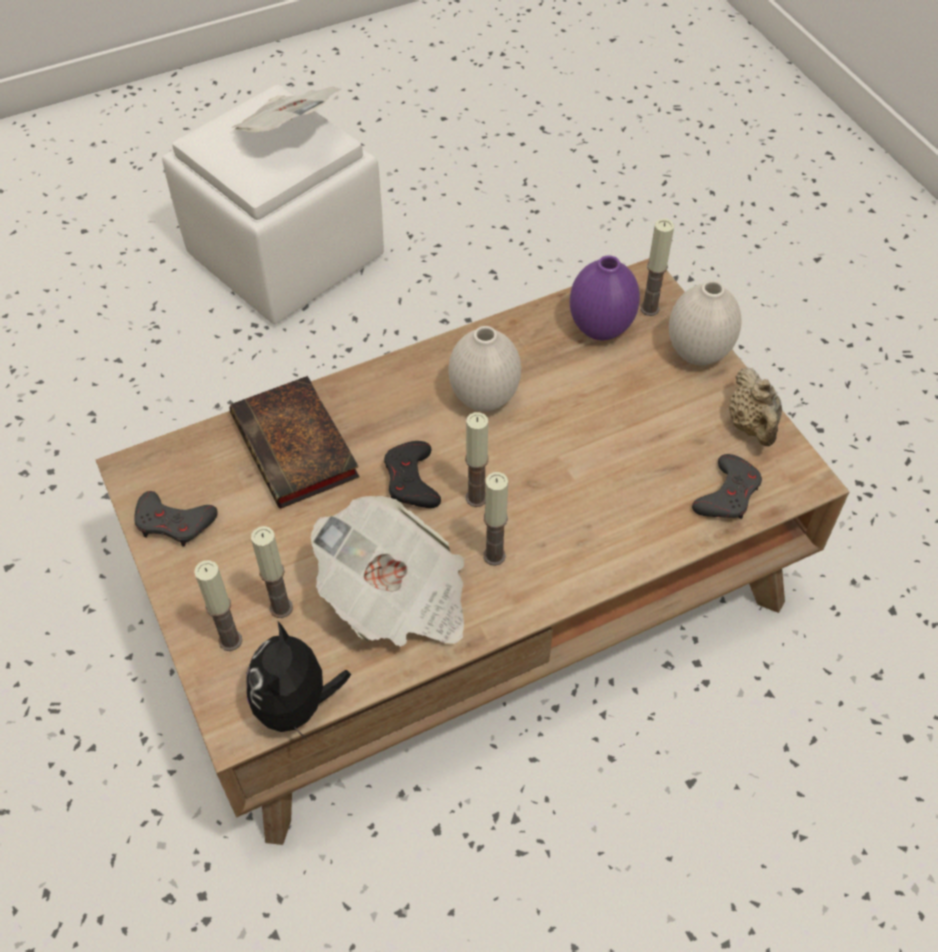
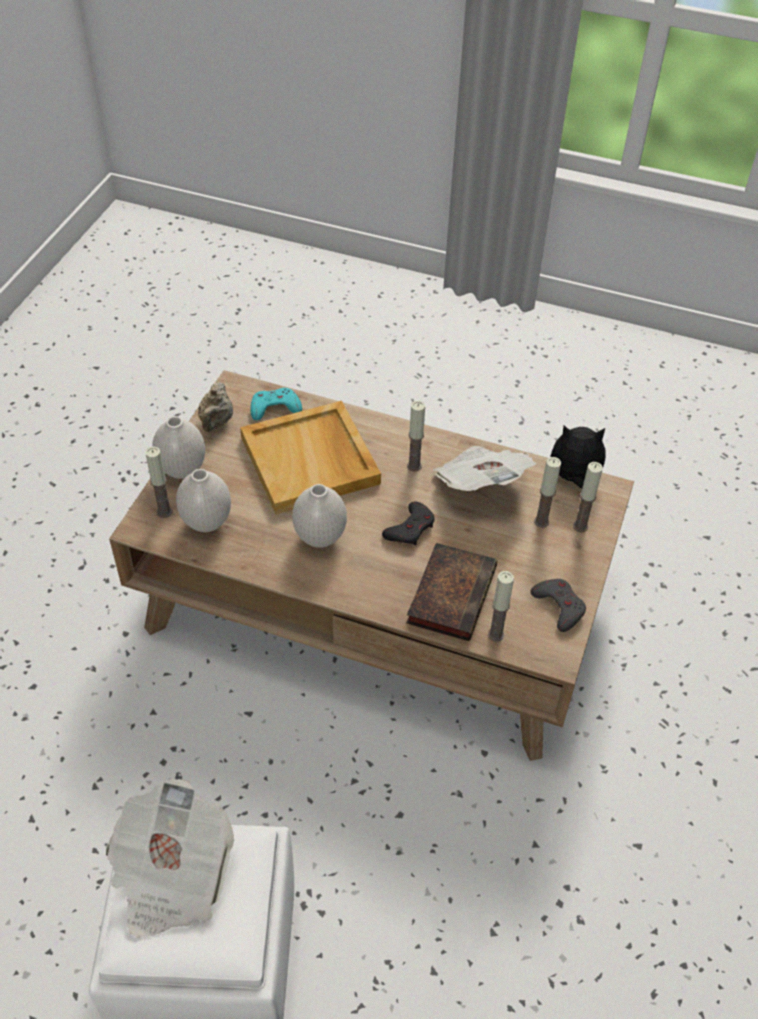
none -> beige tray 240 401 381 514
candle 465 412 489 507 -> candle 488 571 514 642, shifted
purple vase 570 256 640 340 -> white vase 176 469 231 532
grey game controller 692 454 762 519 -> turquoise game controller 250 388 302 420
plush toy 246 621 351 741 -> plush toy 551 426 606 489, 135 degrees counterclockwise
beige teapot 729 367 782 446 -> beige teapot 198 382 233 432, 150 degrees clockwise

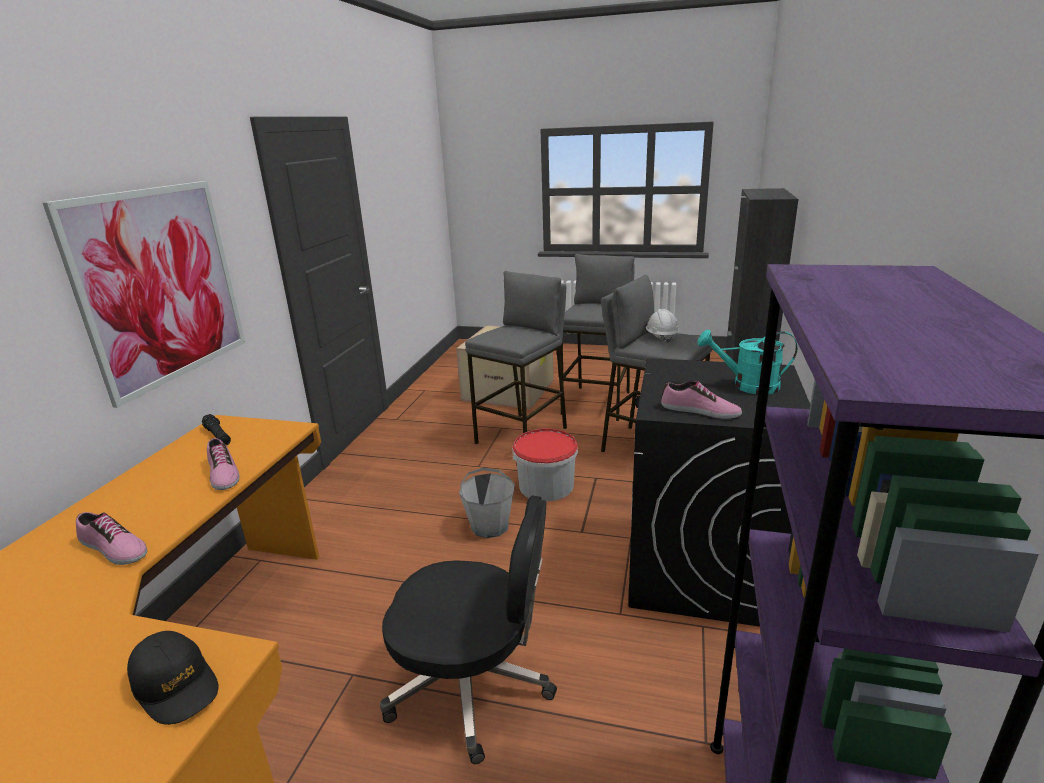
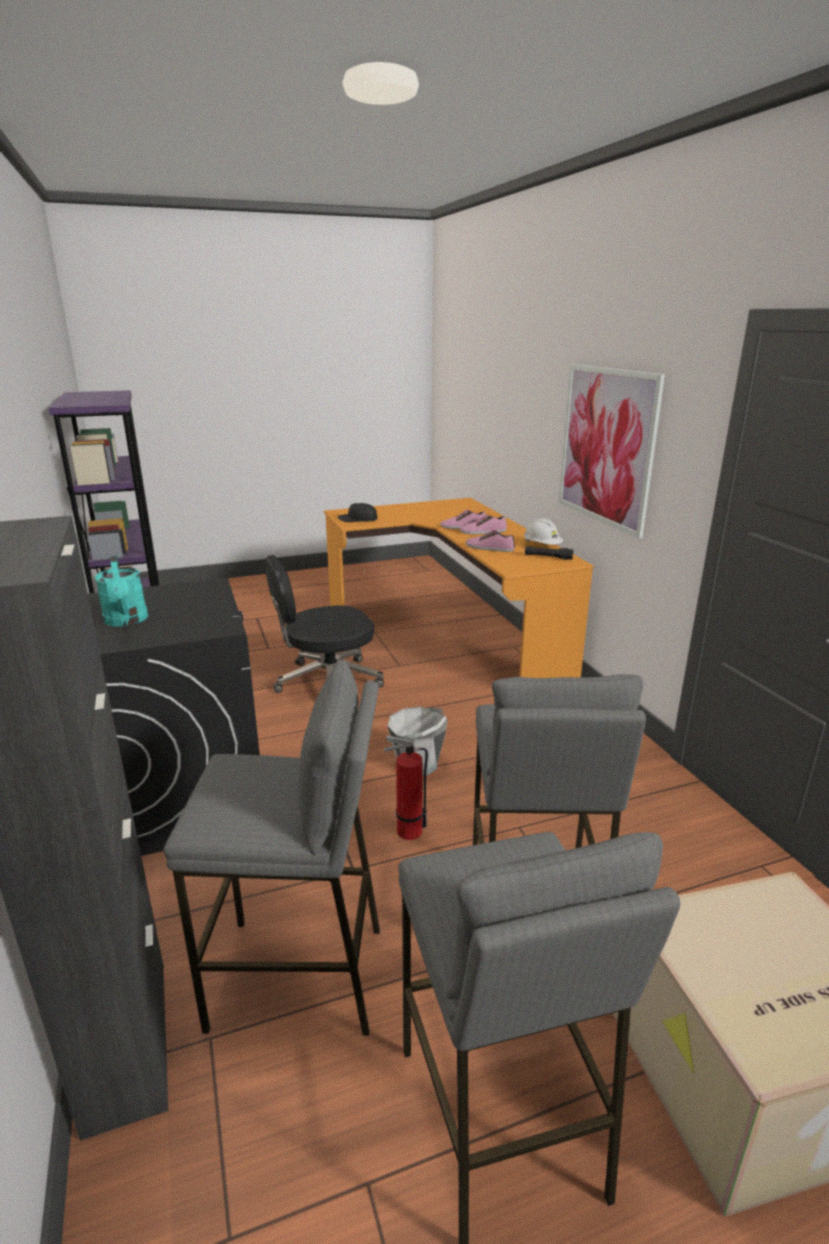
white hard hat 646 309 679 343 -> white hard hat 524 518 563 545, shifted
shoe 661 381 742 419 -> shoe 460 514 507 534, shifted
bucket 513 429 578 501 -> fire extinguisher 383 735 428 840
turquoise watering can 697 329 798 394 -> turquoise watering can 95 555 148 627, 90 degrees clockwise

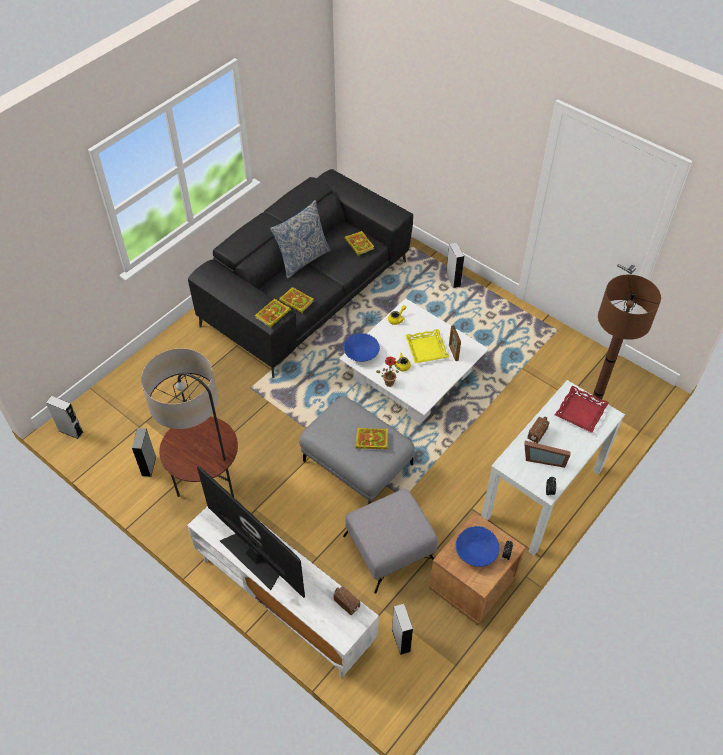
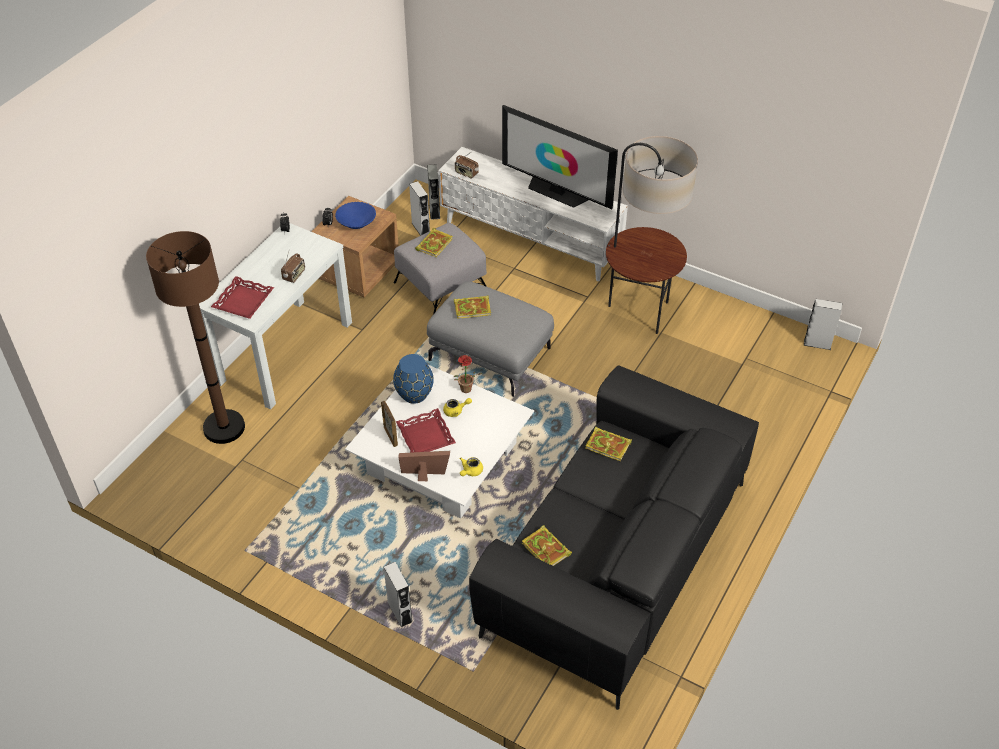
pillow 270 200 331 279 -> none
blue bowl 344 333 380 362 -> none
none -> blue vase 393 354 434 404
grey speaker 132 428 156 477 -> grey speaker 427 164 440 220, shifted
book 255 299 291 328 -> book 415 228 453 257, shifted
picture frame 524 441 571 468 -> picture frame 398 451 450 481, shifted
yellow tray 405 329 449 364 -> red tray 396 408 456 453

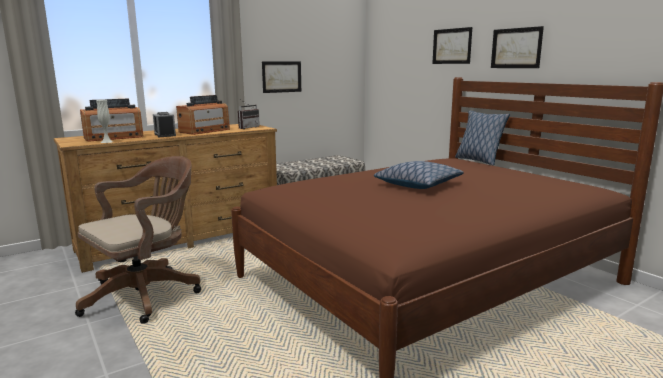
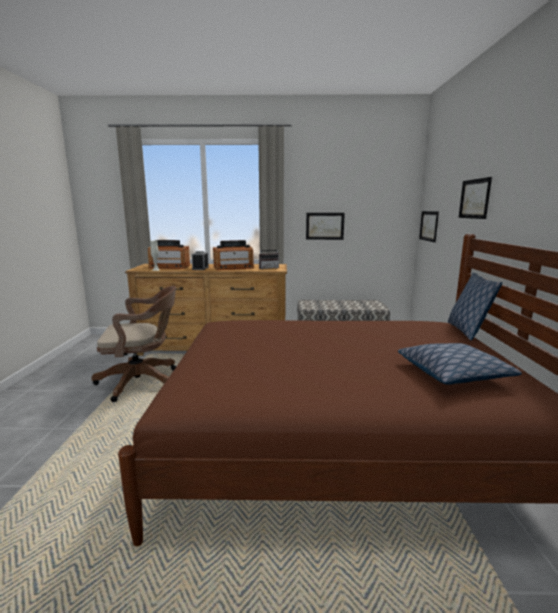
pillow 374 161 464 189 -> pillow 398 343 522 385, shifted
picture 491 26 544 68 -> picture 419 211 439 242, shifted

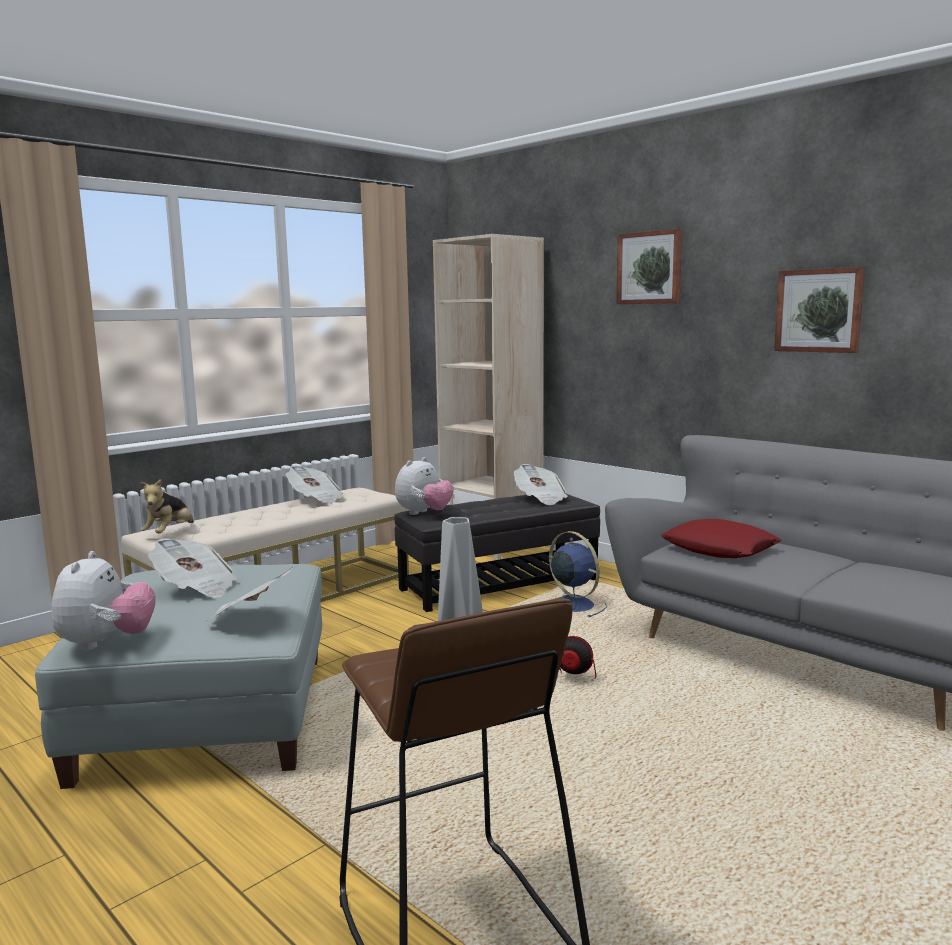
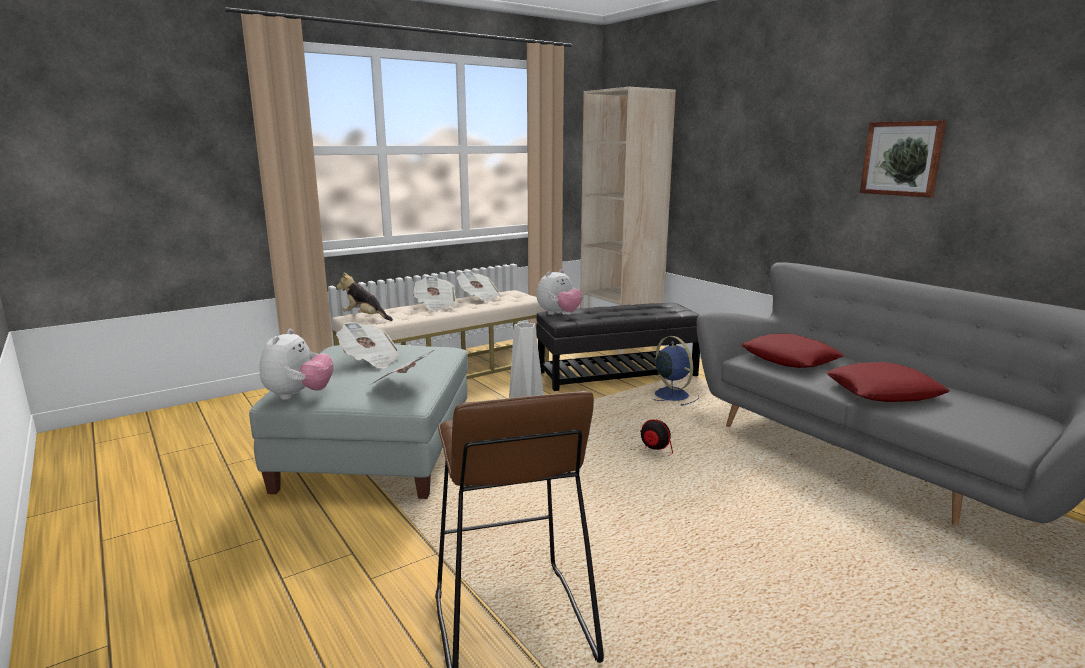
picture 616 228 682 304 -> none
none -> red pillow 826 362 950 402
newspaper 513 464 568 505 -> newspaper 413 276 456 311, shifted
plush toy 140 479 194 533 -> plush toy 336 272 393 321, 90 degrees clockwise

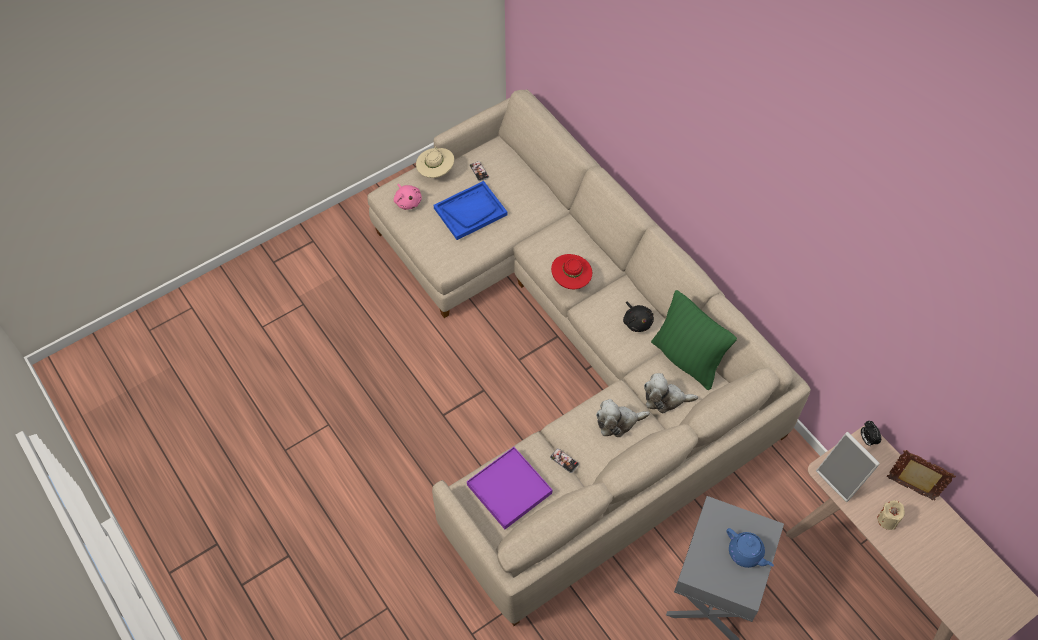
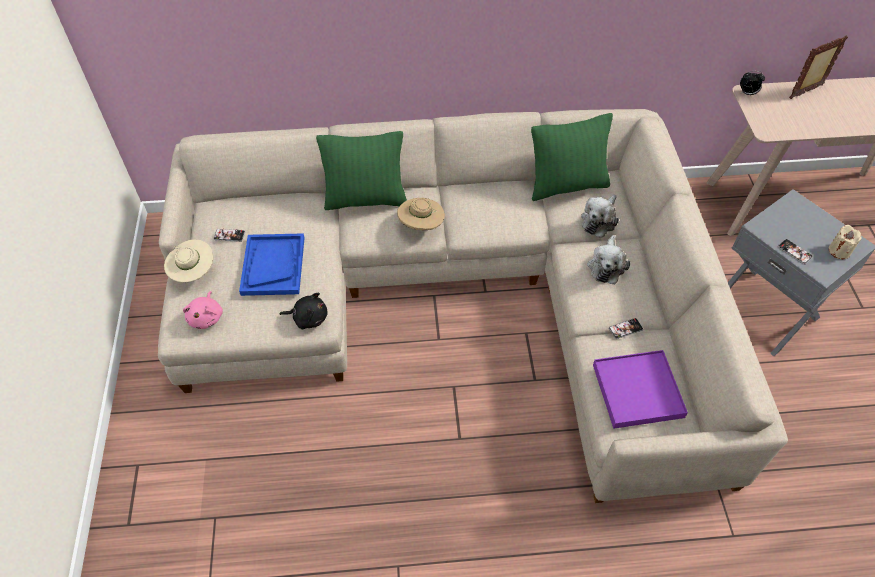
blue teapot 727 528 774 568 -> none
picture frame 816 432 880 502 -> none
none -> green pillow 316 131 407 210
none -> phone 778 239 813 264
black plush toy 623 301 654 332 -> black plush toy 280 293 328 329, shifted
beige candle 877 500 905 530 -> beige candle 829 225 862 260, shifted
red hat 551 254 592 289 -> beige hat 397 198 445 230
pink plush toy 394 184 422 210 -> pink plush toy 183 291 223 329, 90 degrees clockwise

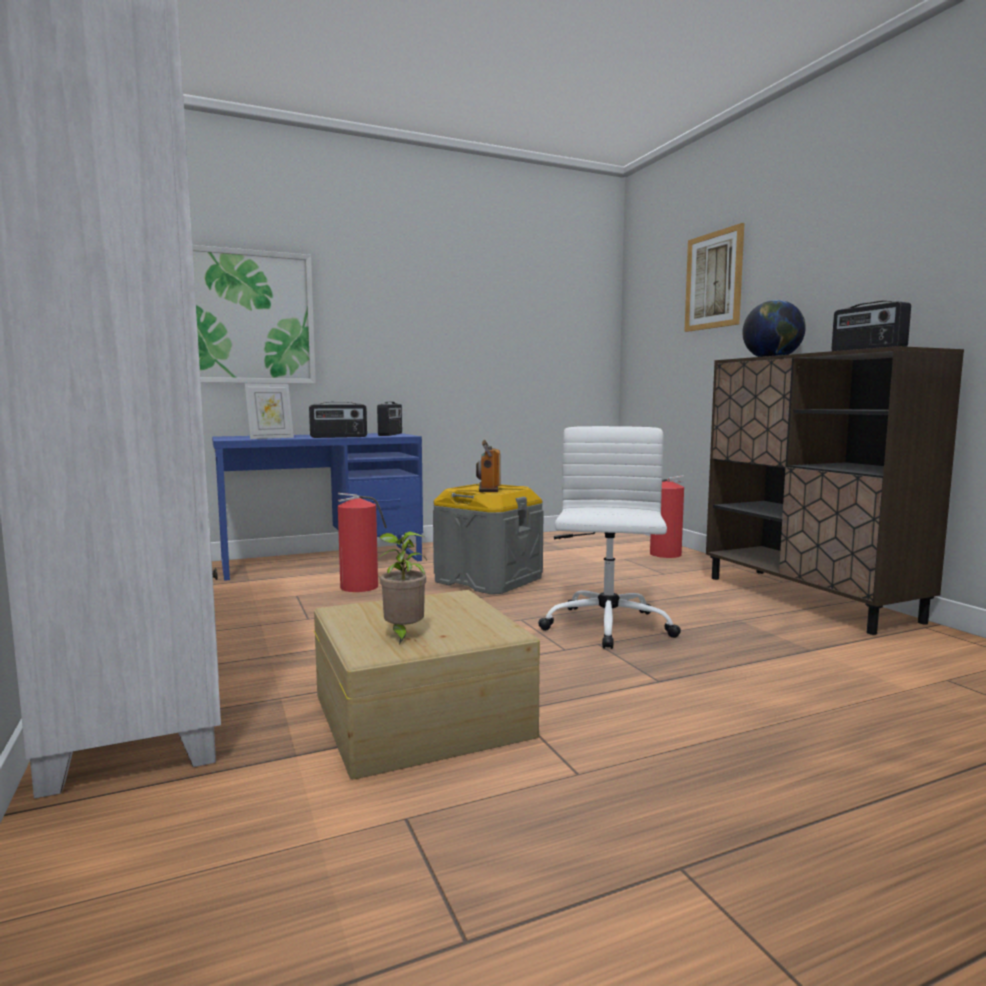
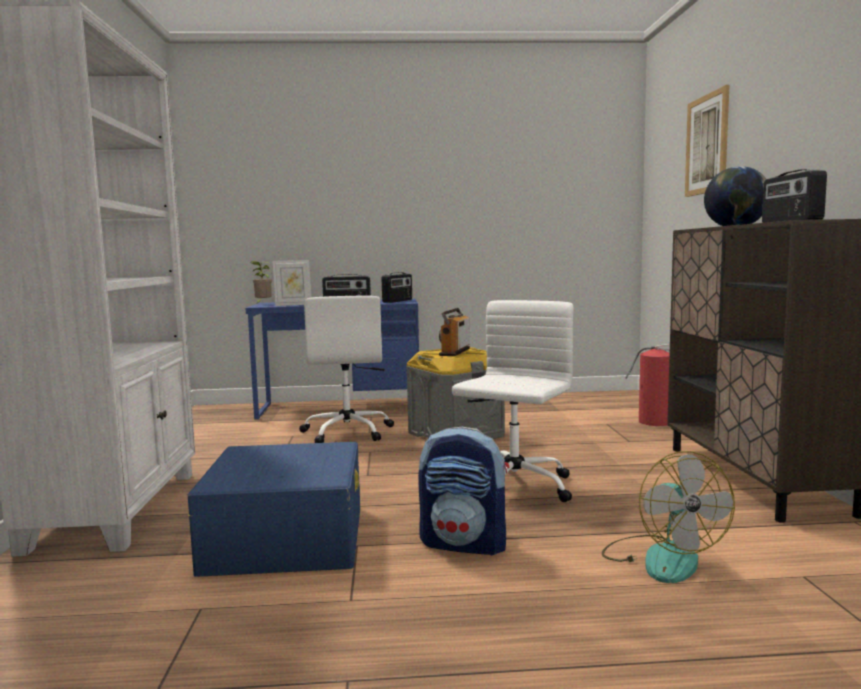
picture 192 245 316 384 -> none
none -> backpack 418 427 509 556
none -> fan 602 451 735 583
potted plant 378 531 427 645 -> potted plant 250 261 272 303, shifted
fire extinguisher 338 493 387 592 -> white office chair 299 295 394 443
beige storage box 314 590 540 779 -> blue storage box 188 442 360 577

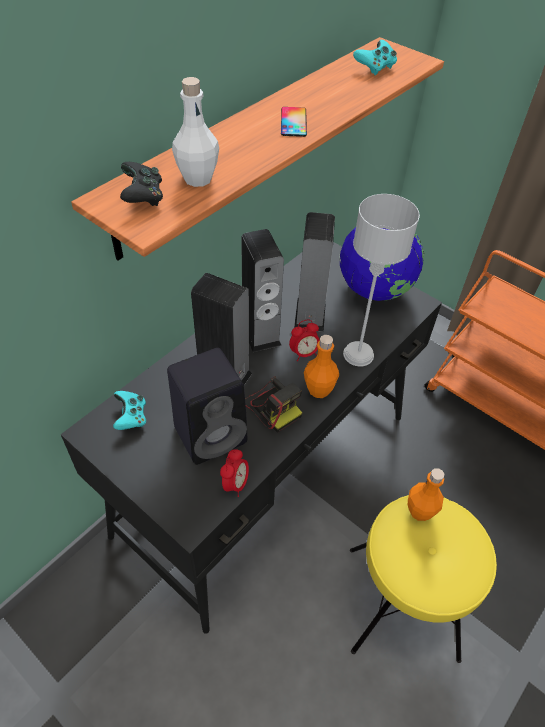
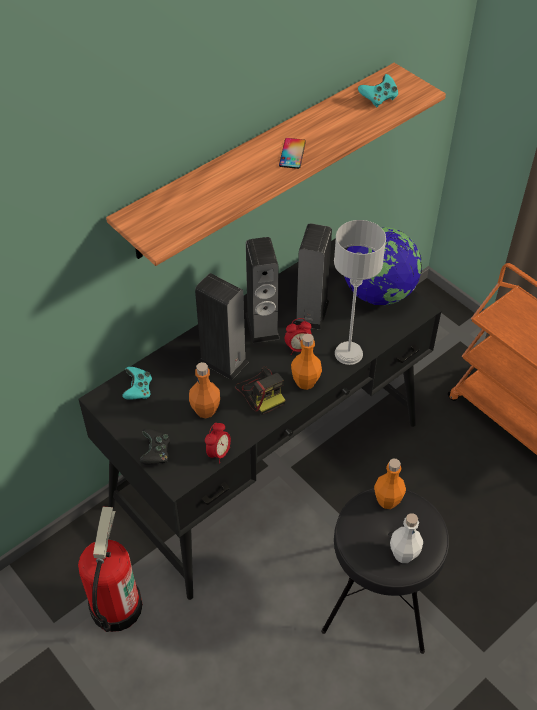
none -> fire extinguisher 78 506 143 632
black game controller 120 162 163 206 -> black game controller 140 428 170 465, shifted
white bottle 172 77 219 187 -> white bottle 390 513 423 563, shifted
black speaker 167 348 247 465 -> orange bottle 189 362 220 418
yellow stool 350 495 497 663 -> black stool 321 488 449 654

